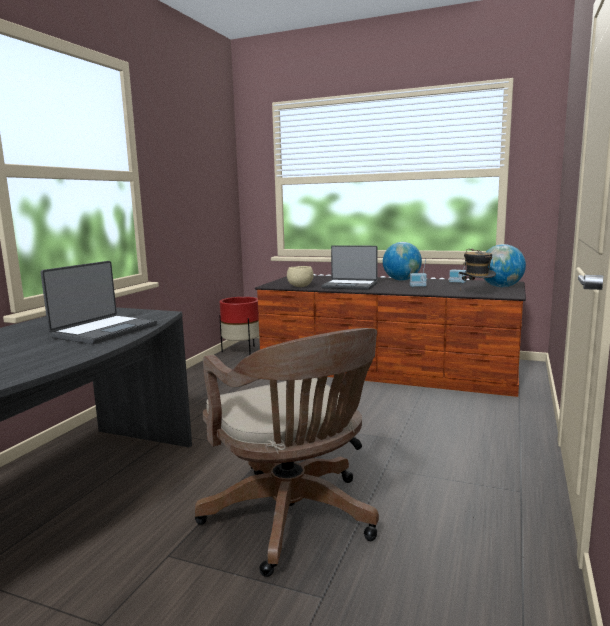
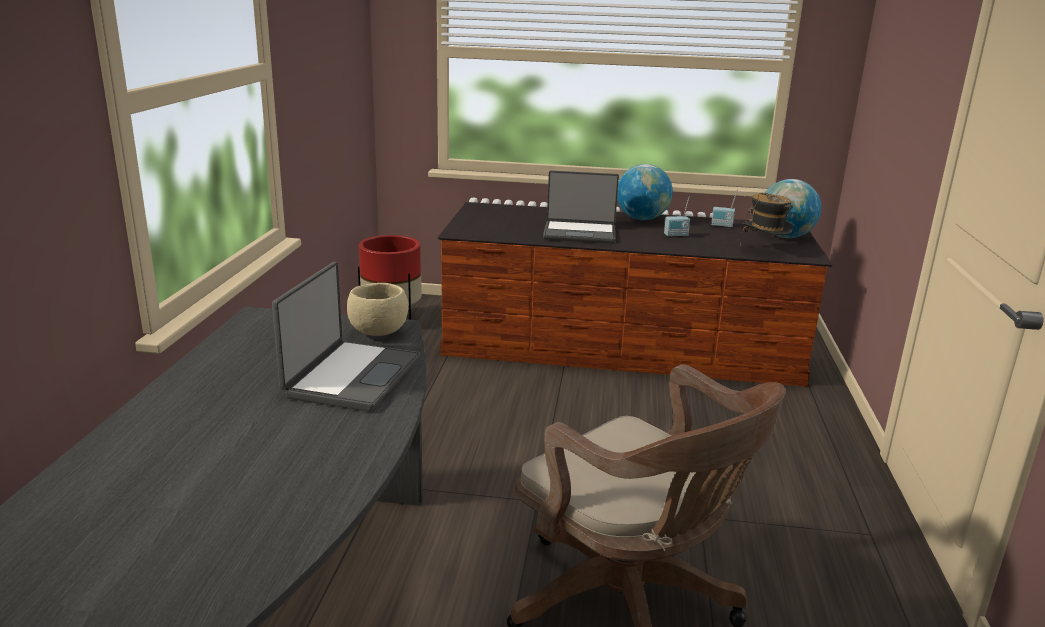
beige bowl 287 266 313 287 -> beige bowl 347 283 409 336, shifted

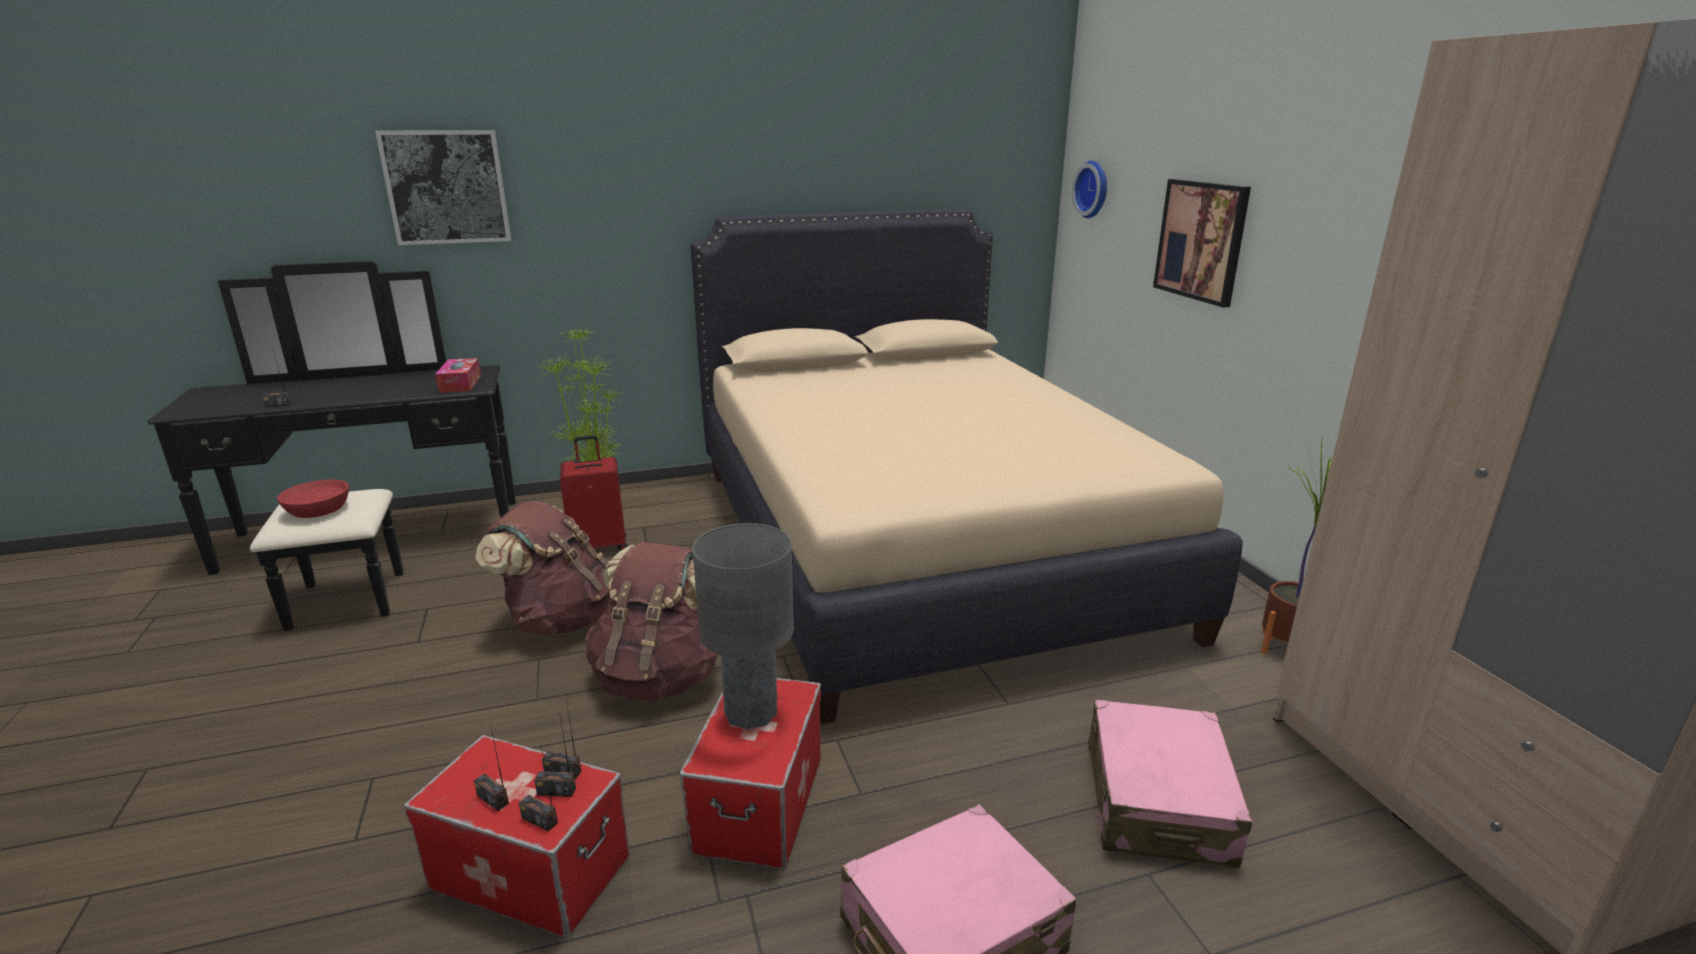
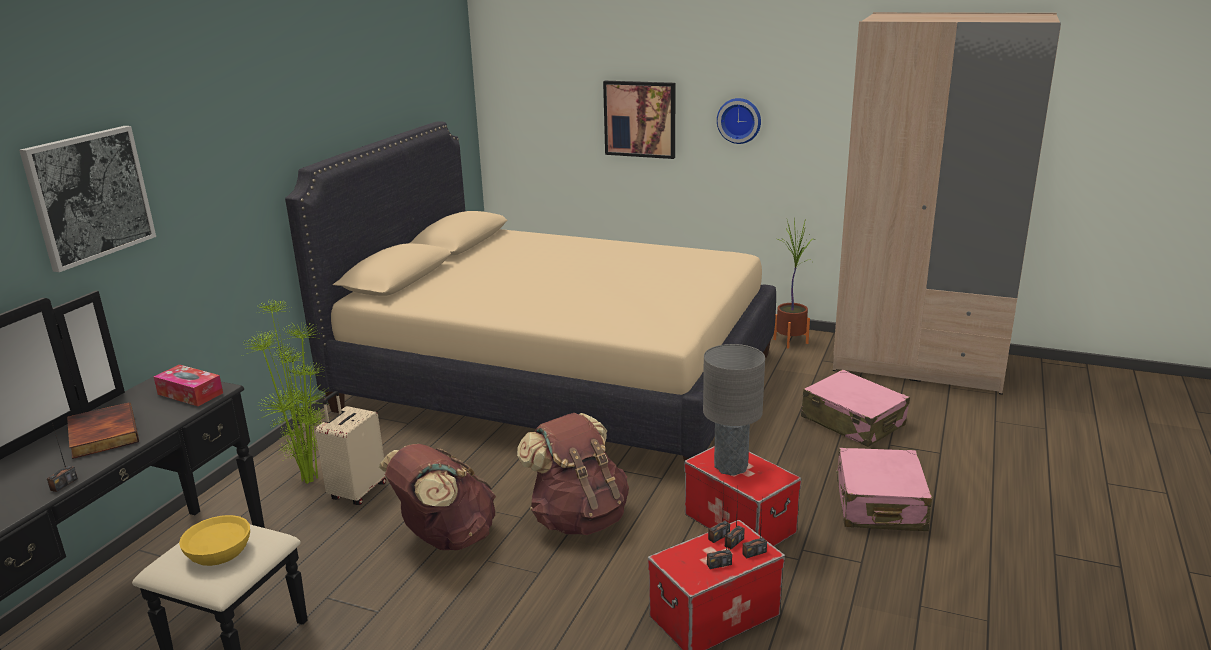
none -> book 67 402 139 459
wall clock 1072 160 1107 218 -> wall clock 717 98 761 144, shifted
red bowl 278 480 349 518 -> yellow bowl 179 515 250 566
red suitcase 560 435 628 551 -> beige suitcase 315 391 386 505

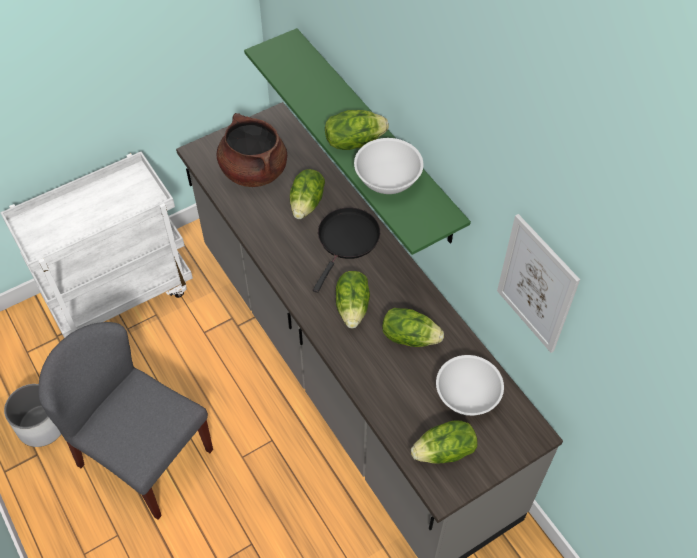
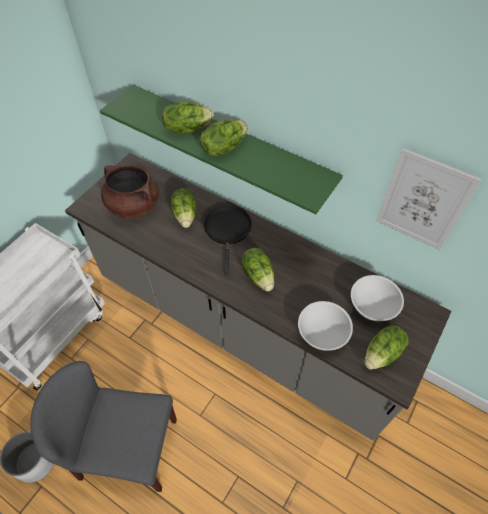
white bowl 354 138 423 194 -> white bowl 298 301 353 351, shifted
lettuce 382 308 444 347 -> lettuce 162 101 214 134, shifted

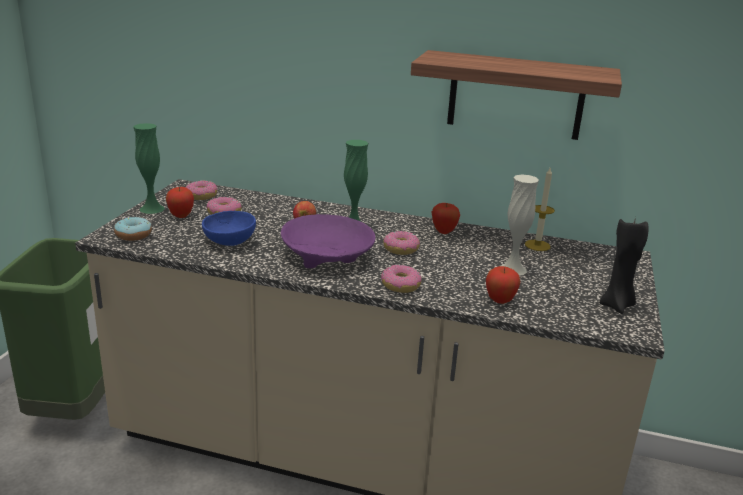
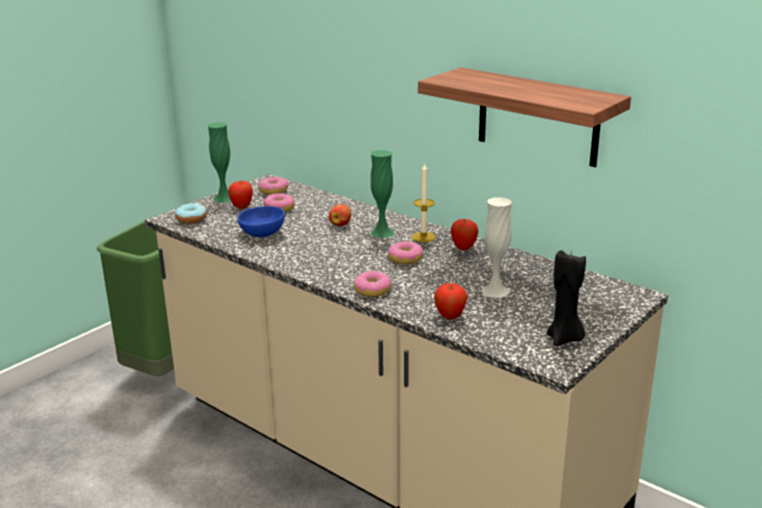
purple bowl 281 214 375 268 -> none
candle 525 166 555 251 -> candle 412 162 436 242, shifted

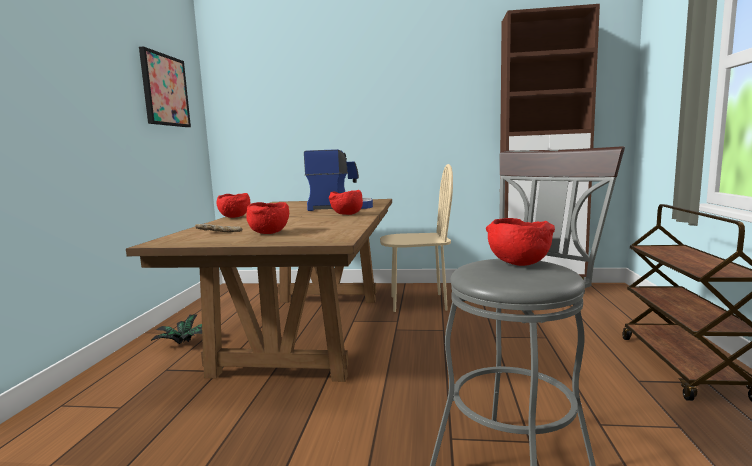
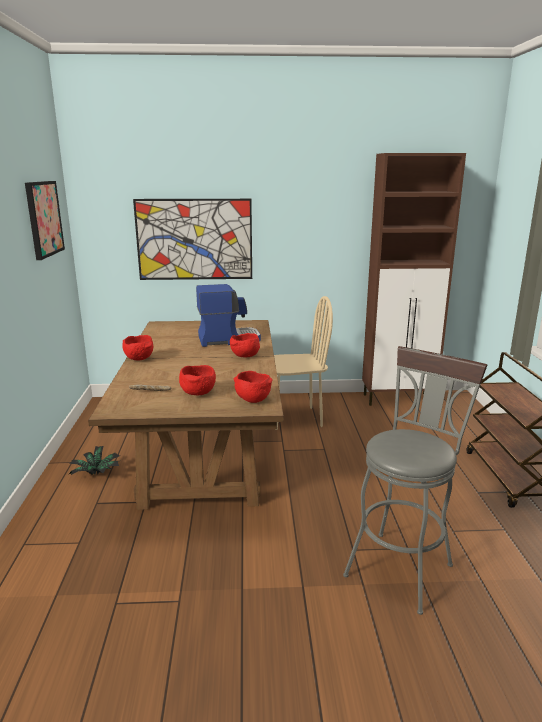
none -> picture 133 199 252 280
red bowl 486 218 555 266 -> red bowl 234 371 272 403, shifted

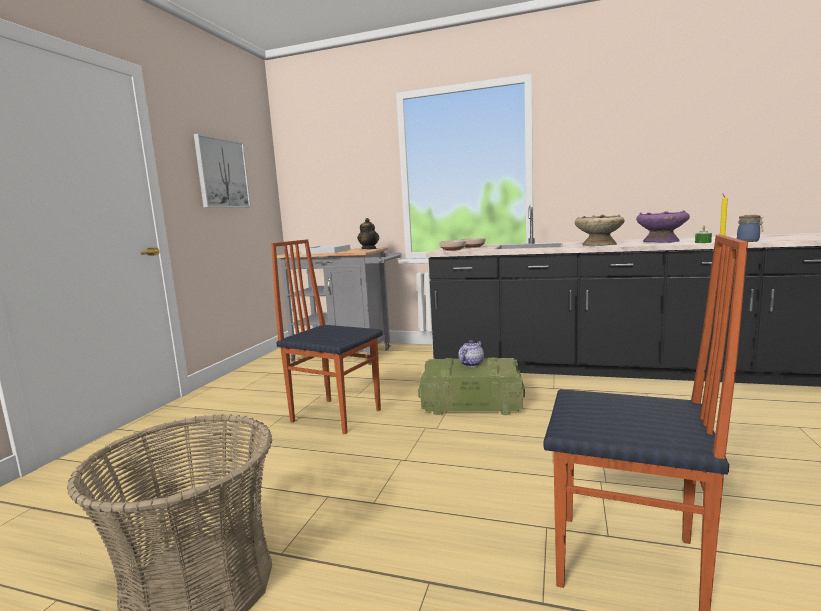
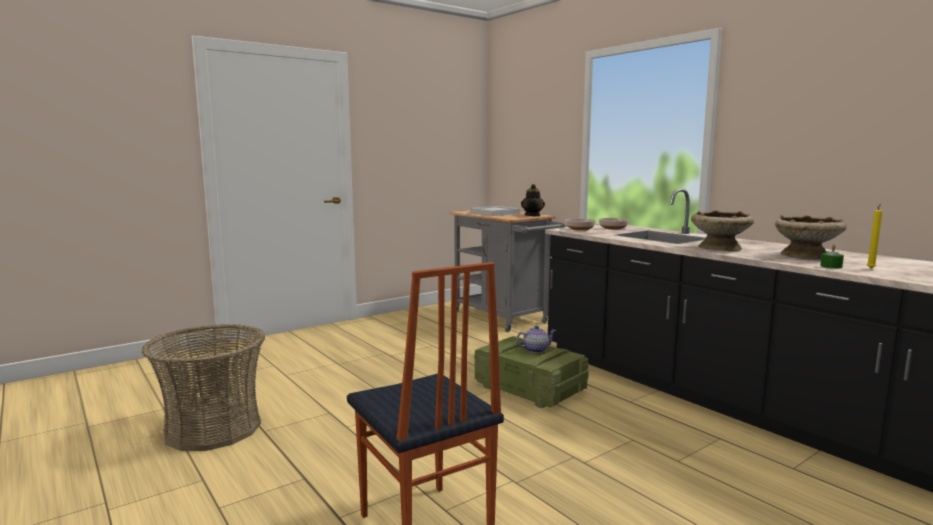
picture 194 134 251 208 -> none
chair 271 239 383 434 -> none
jar 737 215 763 242 -> none
purple bowl 636 210 690 242 -> beige bowl 775 215 847 260

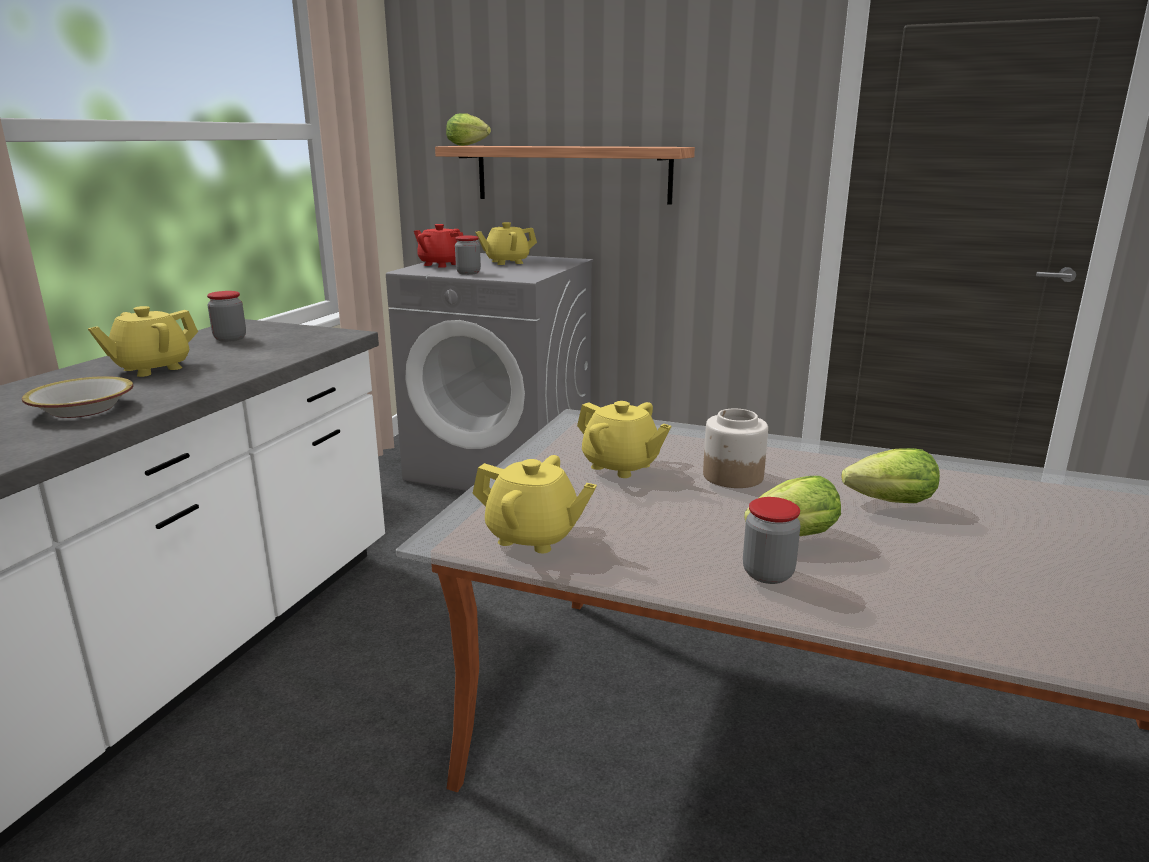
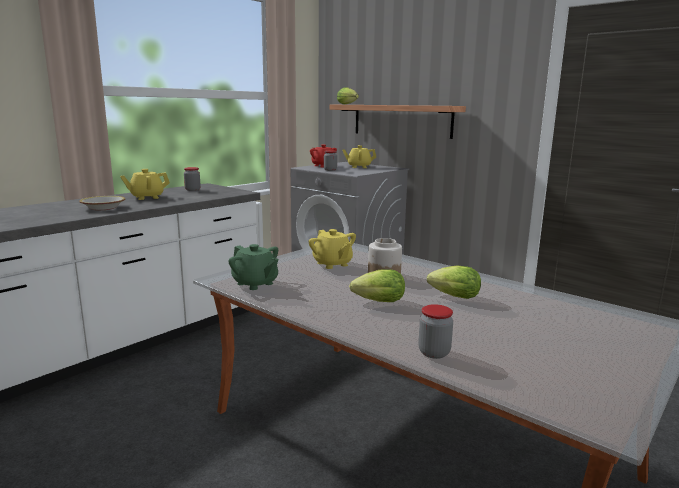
jar 743 497 801 584 -> jar 418 304 453 359, shifted
yellow teapot 473 455 597 553 -> green teapot 229 244 278 290

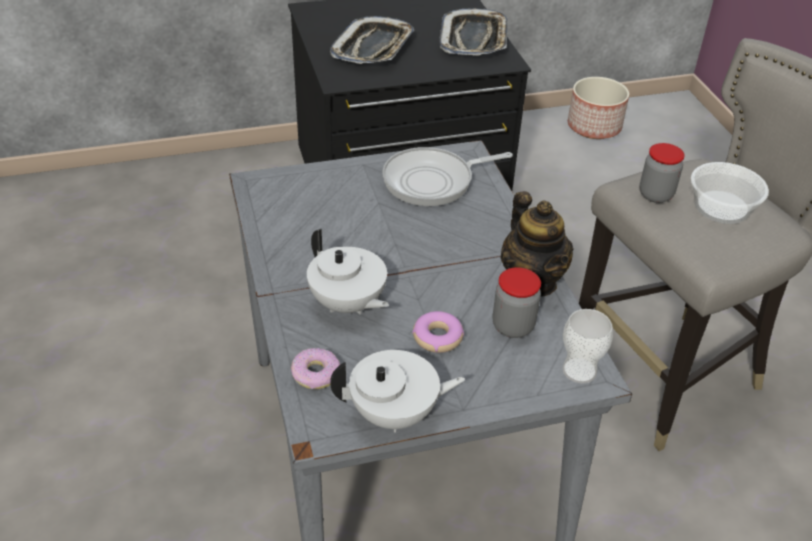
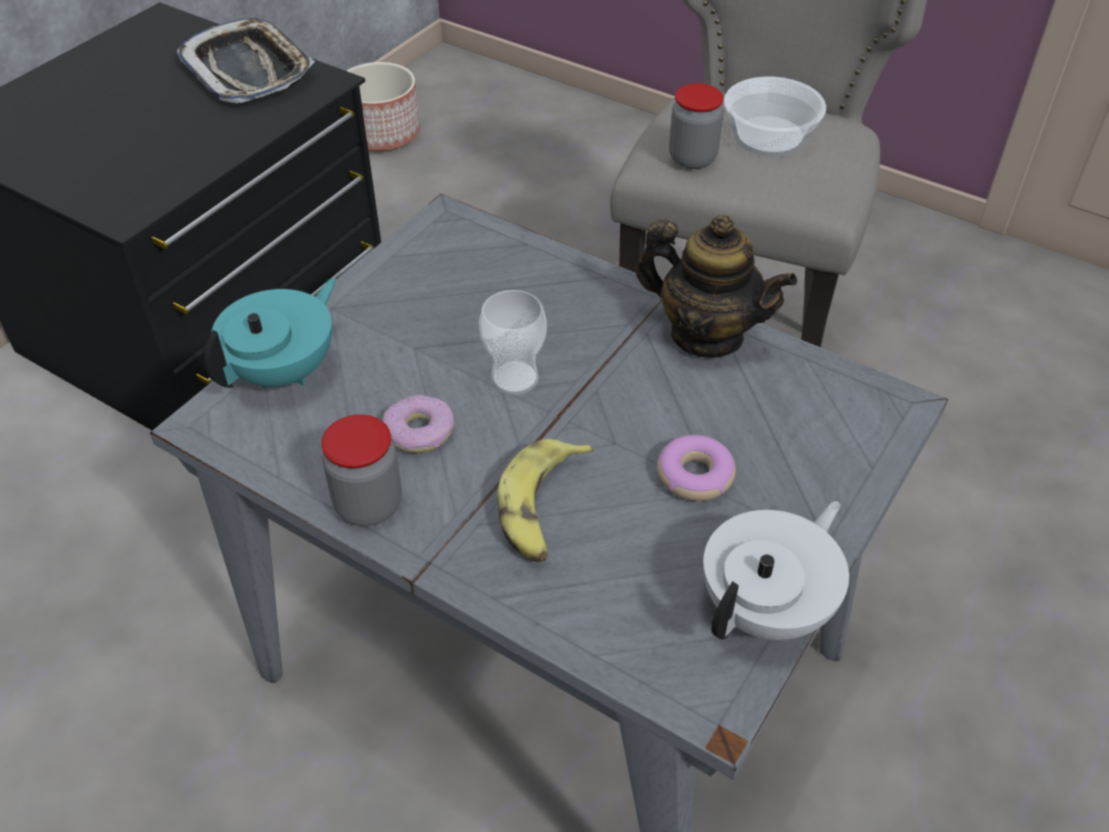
tray 330 16 414 64 -> none
frying pan 382 147 513 206 -> none
none -> turquoise teapot 204 278 336 388
donut 291 348 340 389 -> donut 383 395 454 453, shifted
jar 493 267 541 338 -> jar 321 415 402 526, shifted
cup 563 309 613 383 -> cup 479 290 547 395, shifted
white teapot 307 229 389 315 -> banana 497 439 593 562

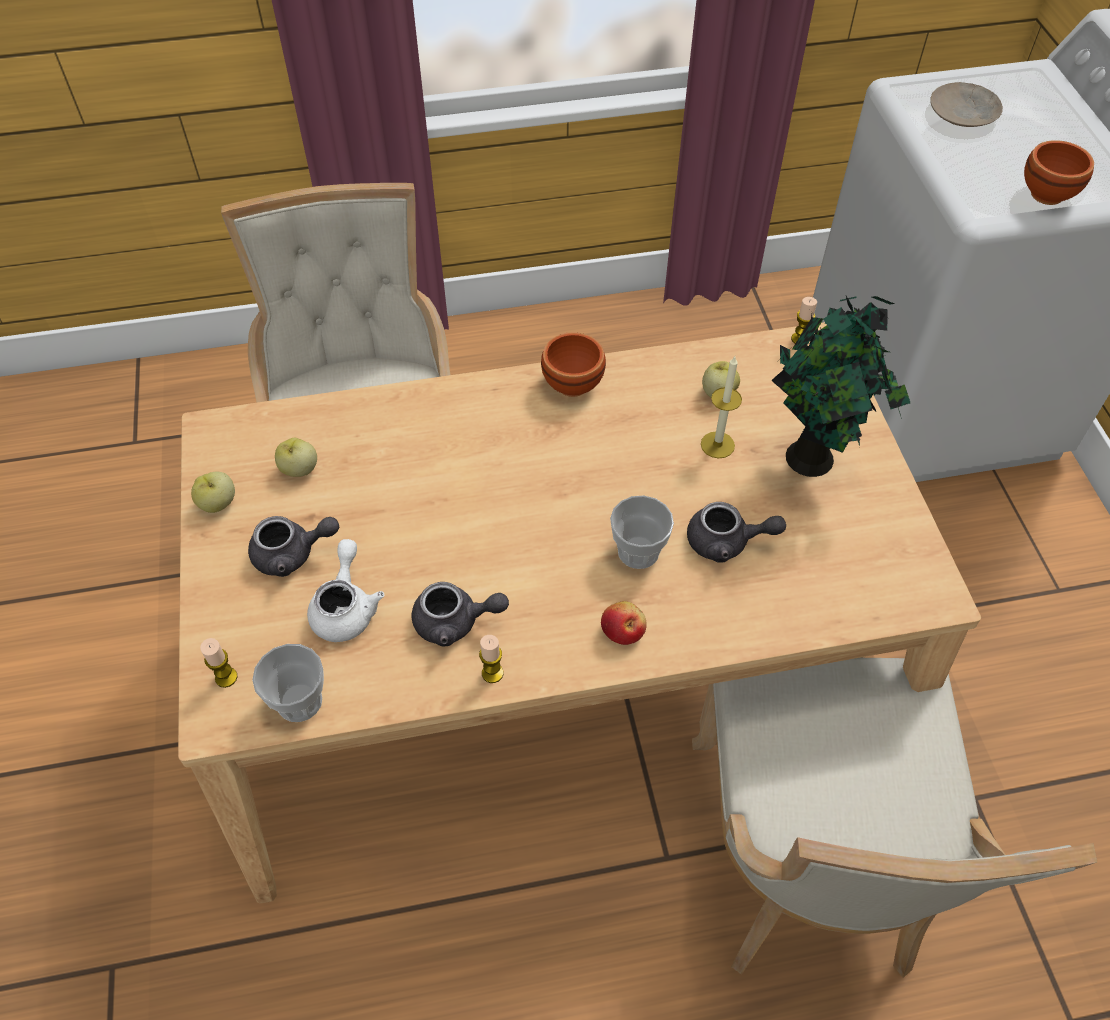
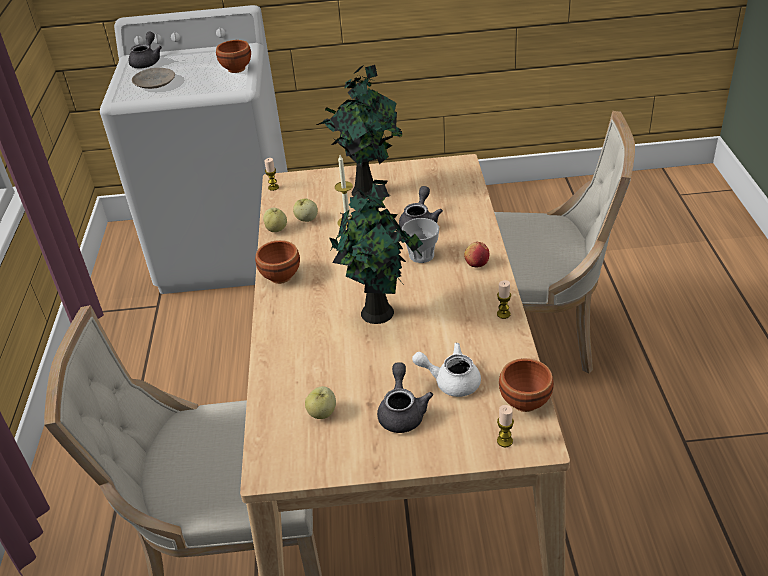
none -> potted plant 329 180 423 324
apple 191 472 235 513 -> apple 263 208 287 232, shifted
grey teapot 412 582 509 647 -> grey teapot 129 32 162 68, shifted
cup 252 644 324 722 -> brown bowl 499 358 554 412

